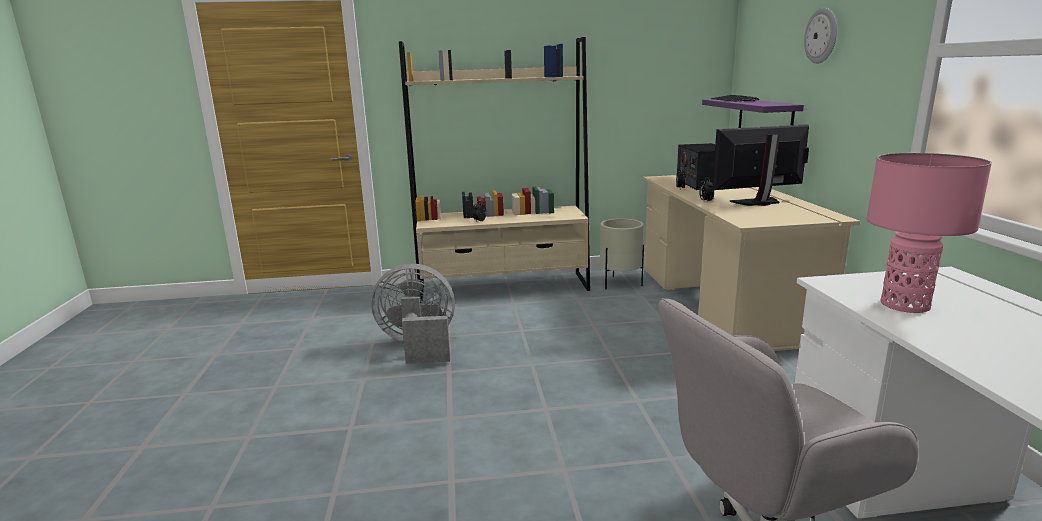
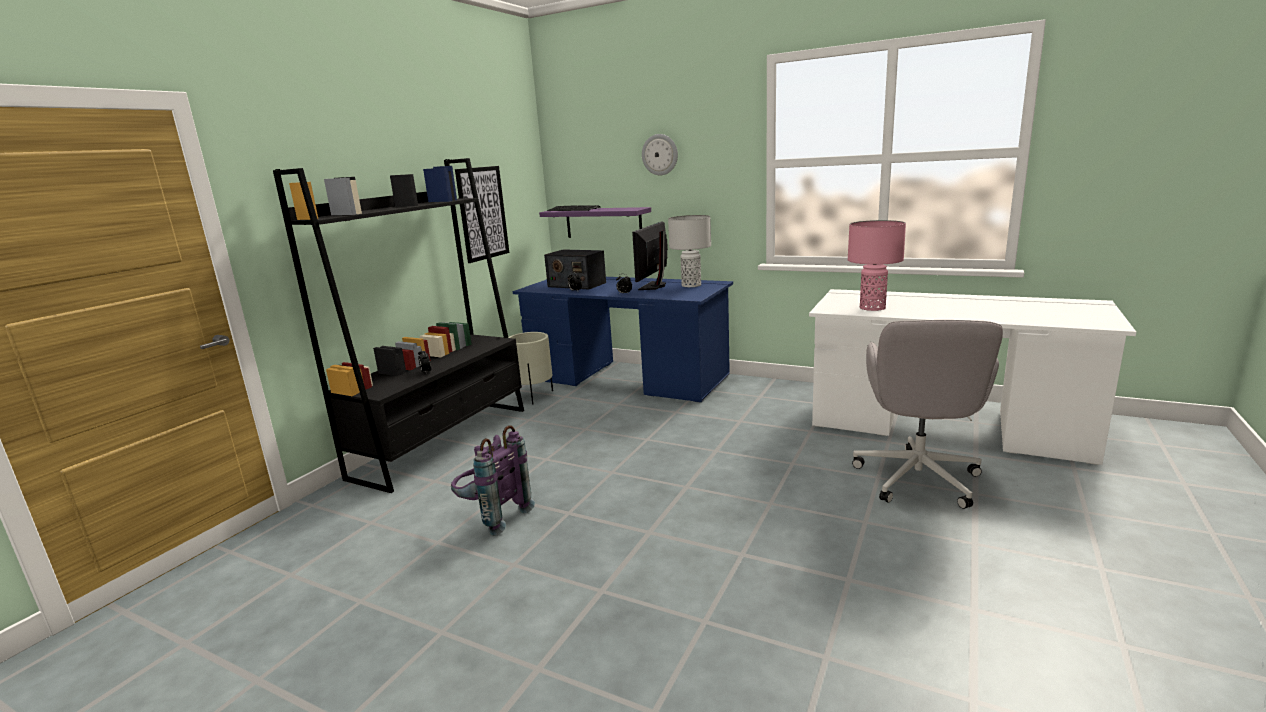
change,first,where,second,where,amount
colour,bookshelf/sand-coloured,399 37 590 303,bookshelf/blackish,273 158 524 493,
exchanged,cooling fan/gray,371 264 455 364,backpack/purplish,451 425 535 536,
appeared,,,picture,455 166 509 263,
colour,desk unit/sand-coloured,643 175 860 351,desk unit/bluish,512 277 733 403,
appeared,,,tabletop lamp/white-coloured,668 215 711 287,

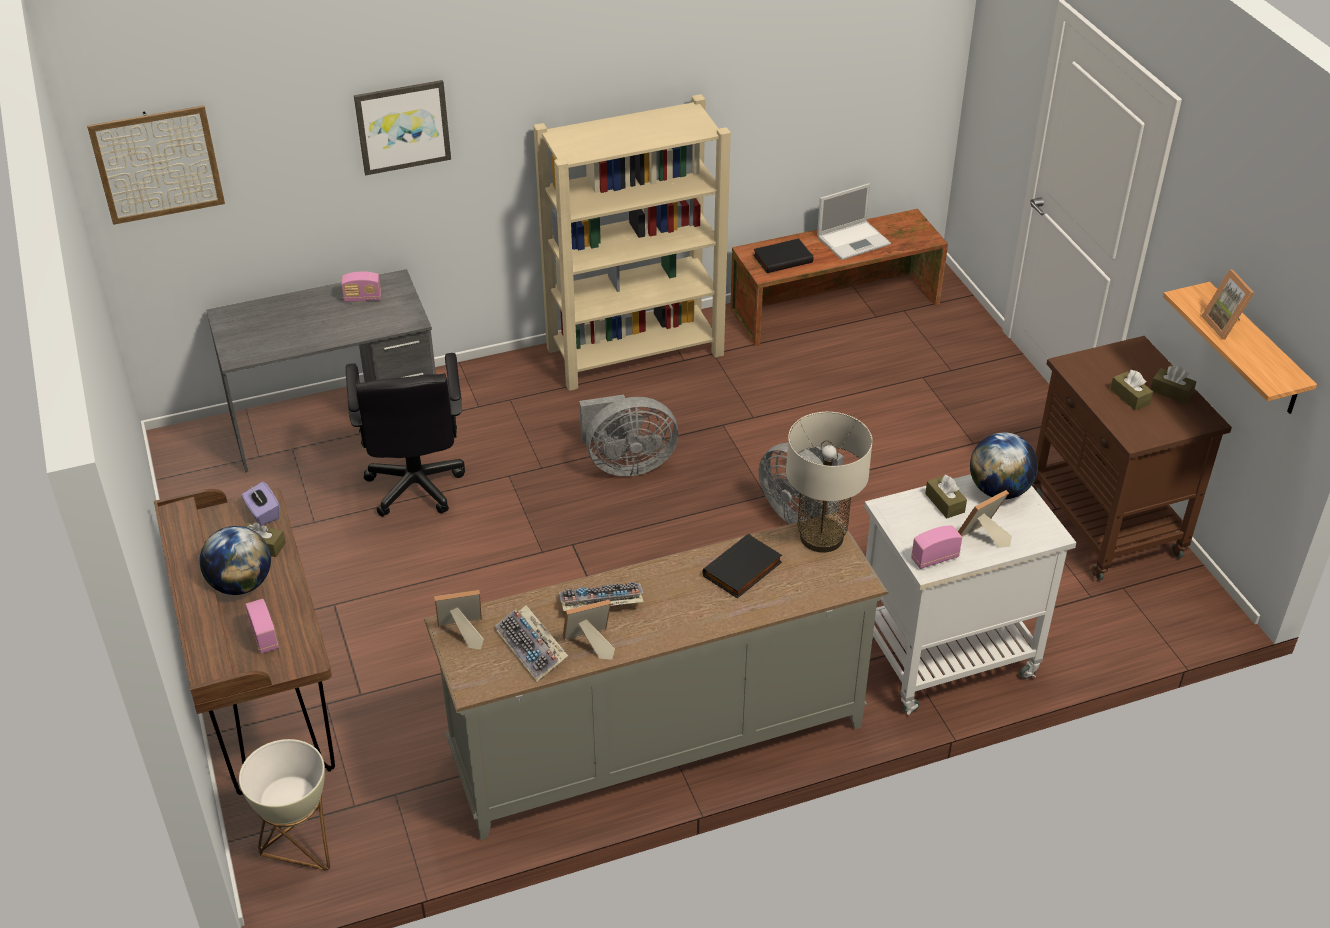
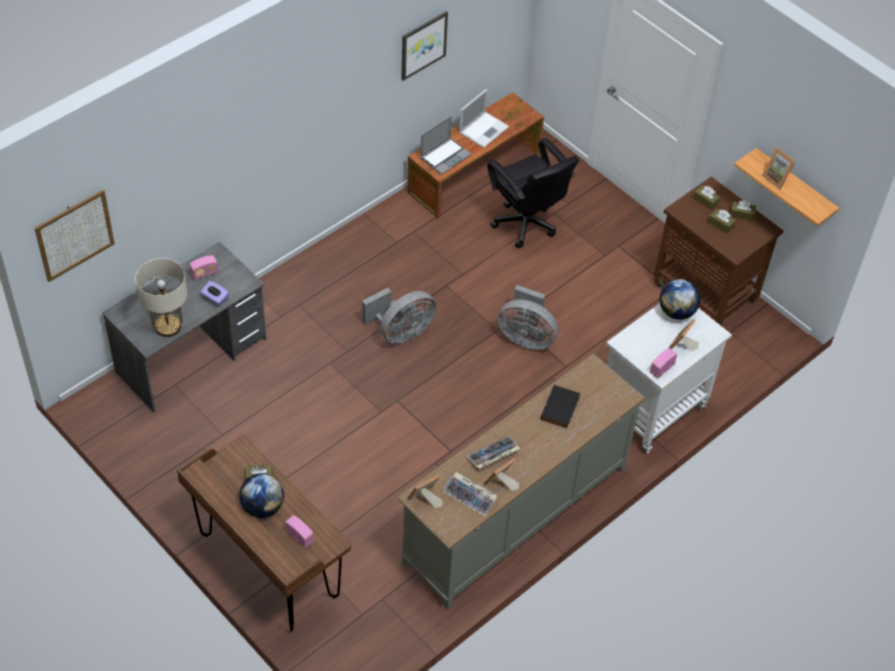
change,first,where,second,where,amount
relocated,tabletop lamp,786 412 873 553,,135 258 187 337,
relocated,tissue box/purplish,242 482 280 526,,201 281 229 307,
relocated,picture,354 80 451 175,,401 11 448 81,
exchanged,volume/blackish,753 238 813 273,notebook computer,420 116 471 175,
relocated,office chair/blackish,345 353 465 517,,487 138 579 248,
relocated,tissue box/brown,925 475 967 518,,693 186 720 210,
missing,plant pot,239 739 330 870,,,
missing,bookshelf/sand-coloured,533 94 731 391,,,

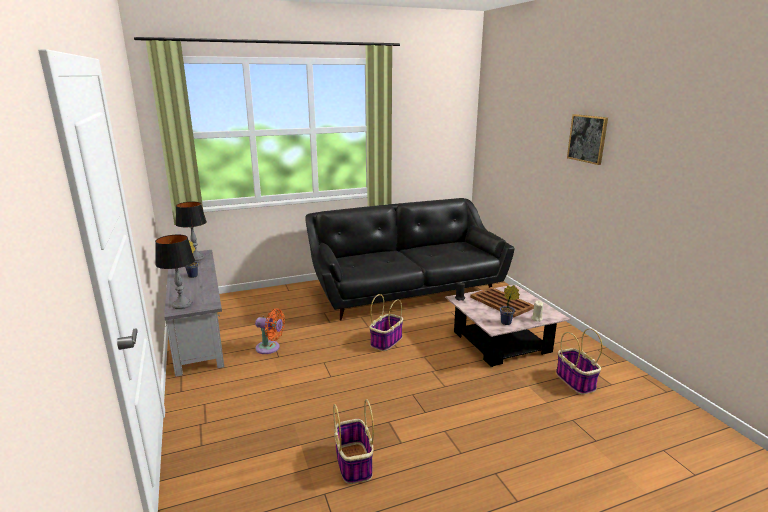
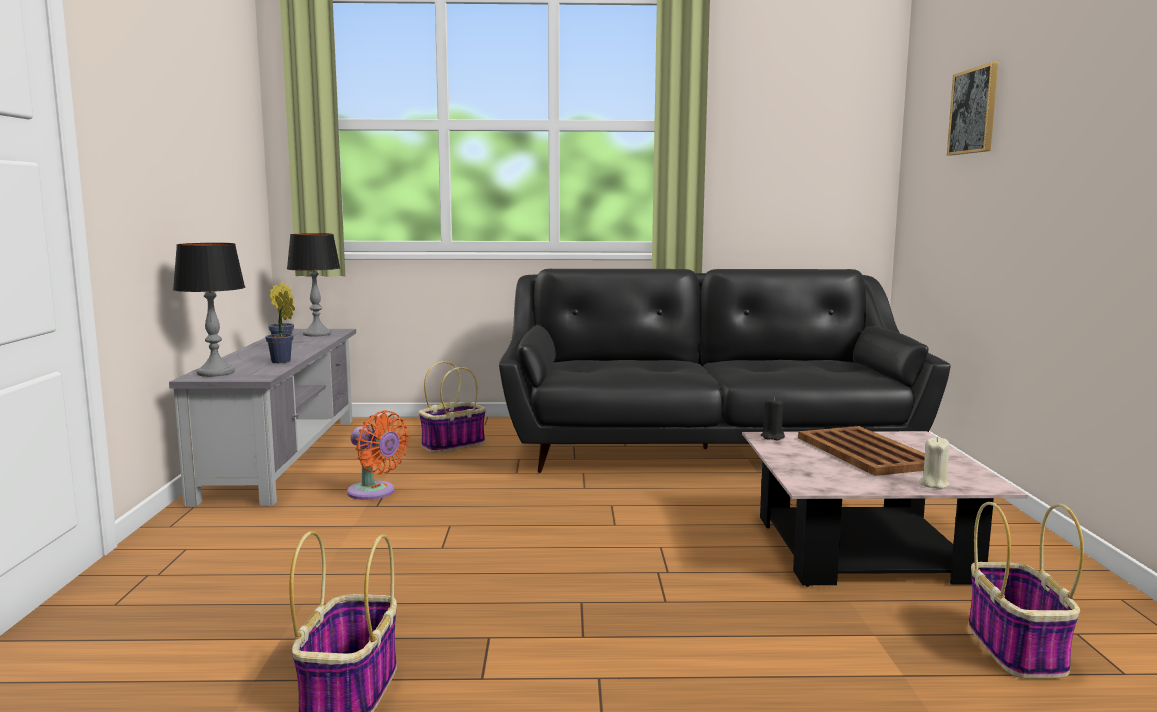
change,first,where,second,where,amount
relocated,plant in a pot,500 285 520 325,,265 290 295 363,
relocated,basket,369 294 403 351,,419 361 486 453,
relocated,picture,567 114 608 165,,947 62 999 155,

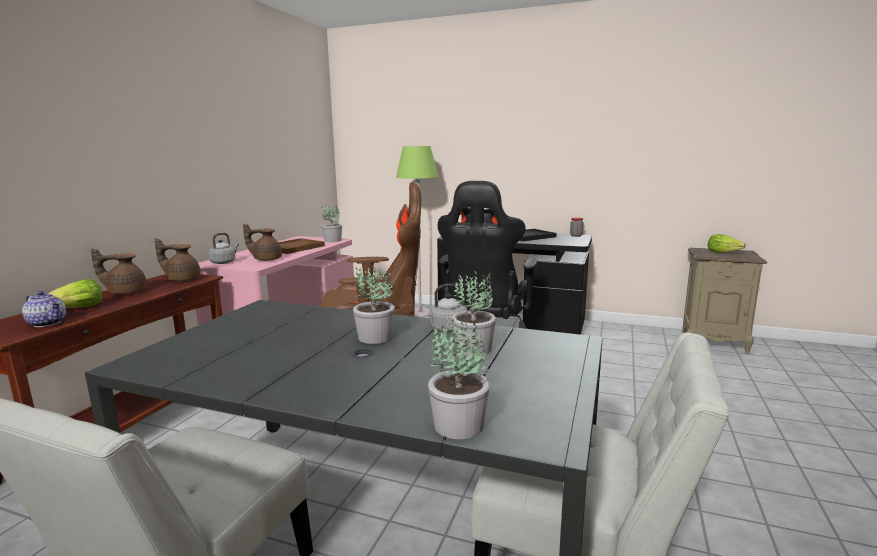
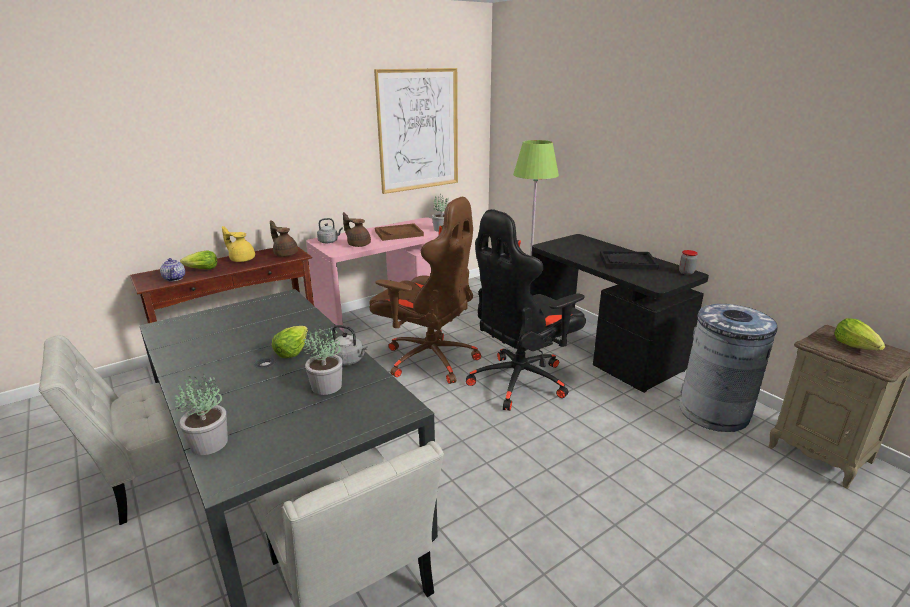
change,first,where,second,where,amount
colour,teapot/brown,91 248 147 294,teapot/yellow-coloured,222 226 255 262,
exchanged,plant in a pot,353 266 395 344,lettuce head,272 326 308 358,
appeared,,,picture,374 68 458 194,
appeared,,,rubbish bin/gray,679 304 777 432,

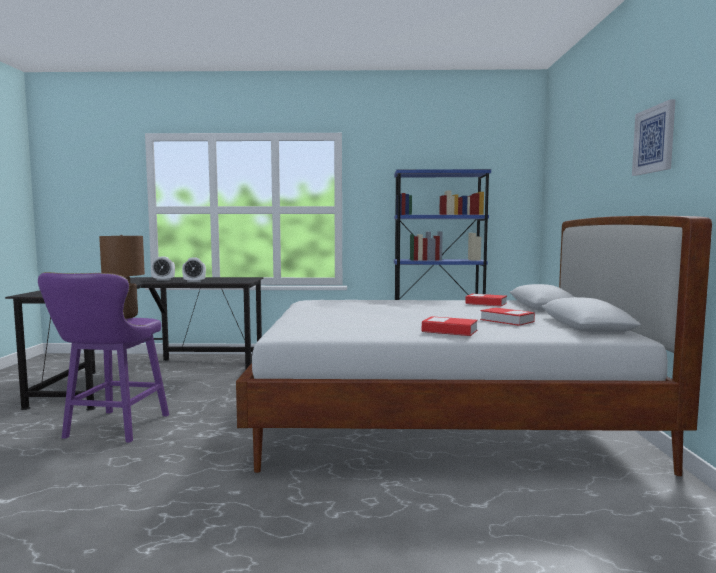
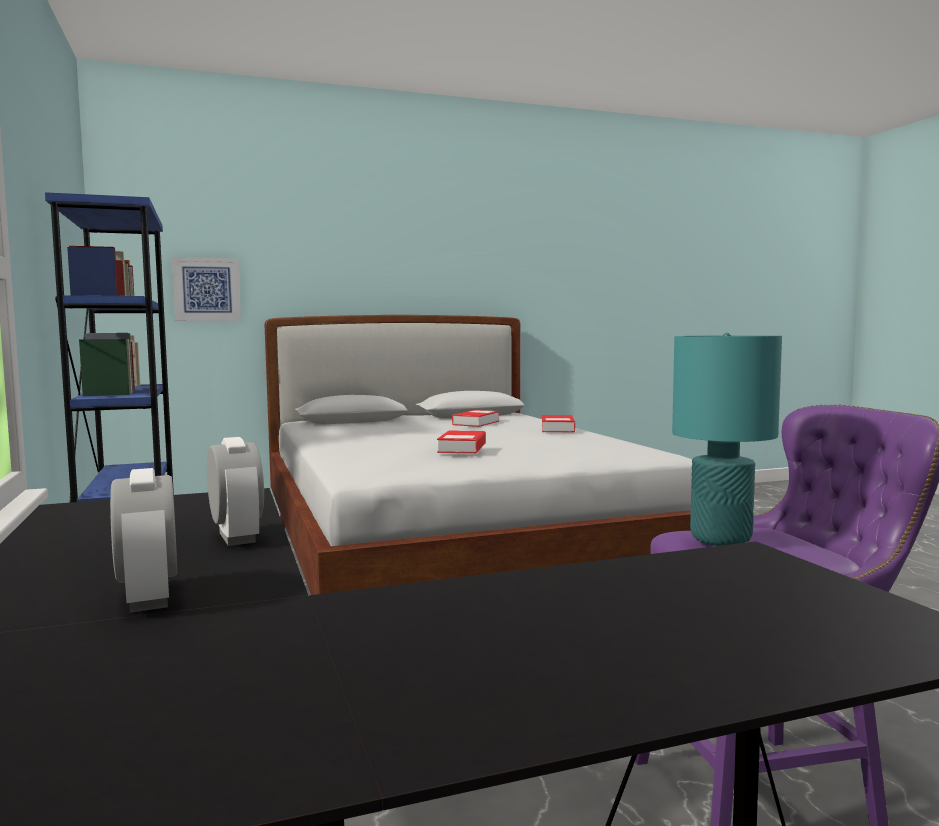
change,first,where,second,where,amount
relocated,picture,632 99 676 176,,172 257 241 321,
relocated,volume,465 294 507 306,,437 431 486 454,
colour,tabletop lamp/brown,99 235 145 319,tabletop lamp/turquoise,672 333 782 546,

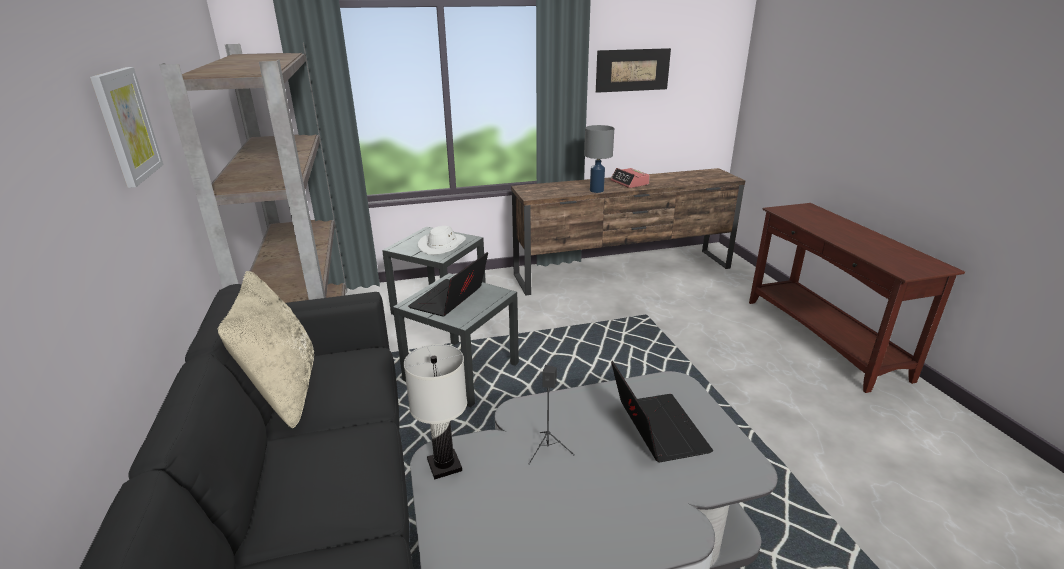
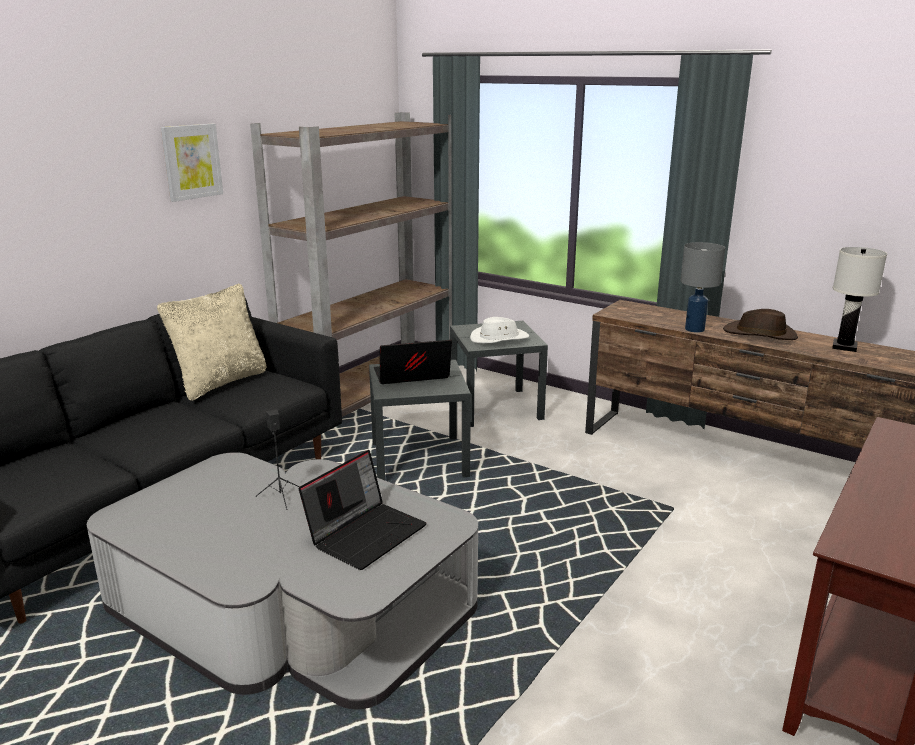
change,first,where,second,where,amount
exchanged,alarm clock,610 168 650 188,clothing hat/brown,723 309 798 340,
relocated,tabletop lamp/white-coloured,404 344 467 480,,832 247 887 352,
missing,picture,596 48 671 93,,,

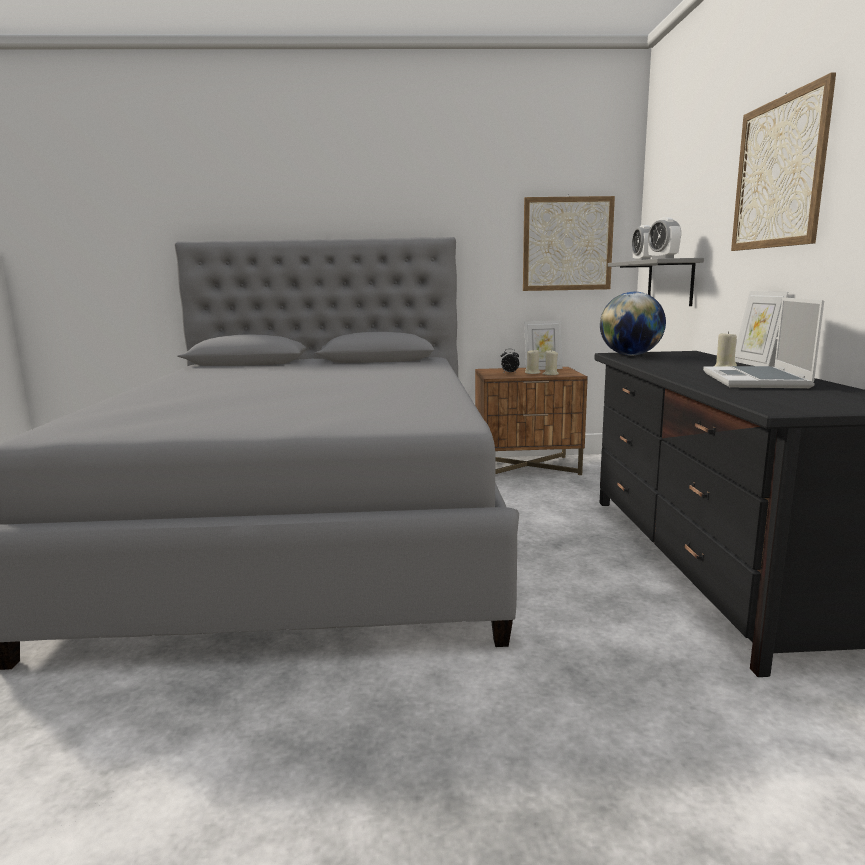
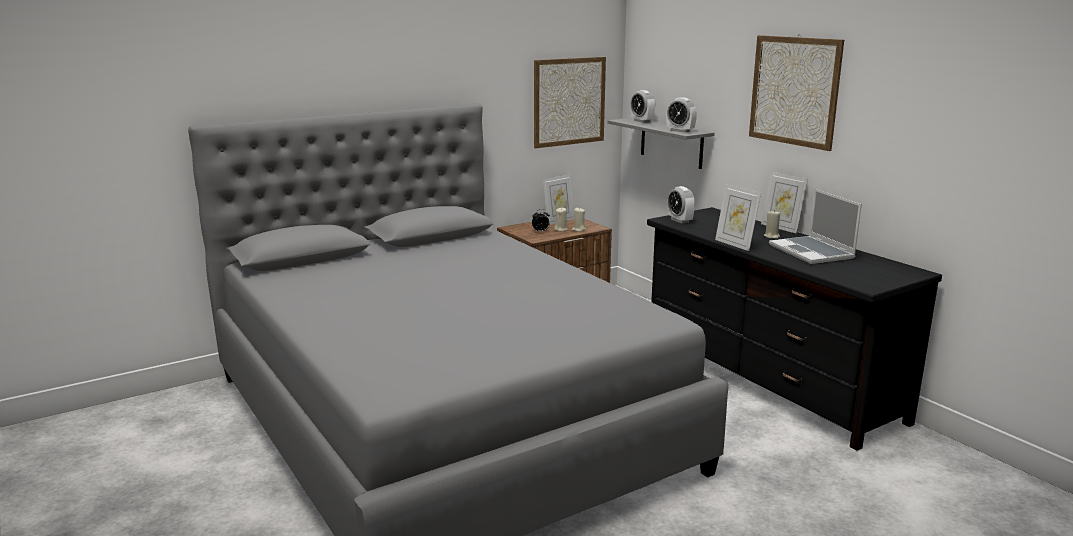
change,first,where,second,where,amount
exchanged,desk globe,600 292 666 356,alarm clock,667 186 695 224,
appeared,,,picture frame,715 184 761 251,

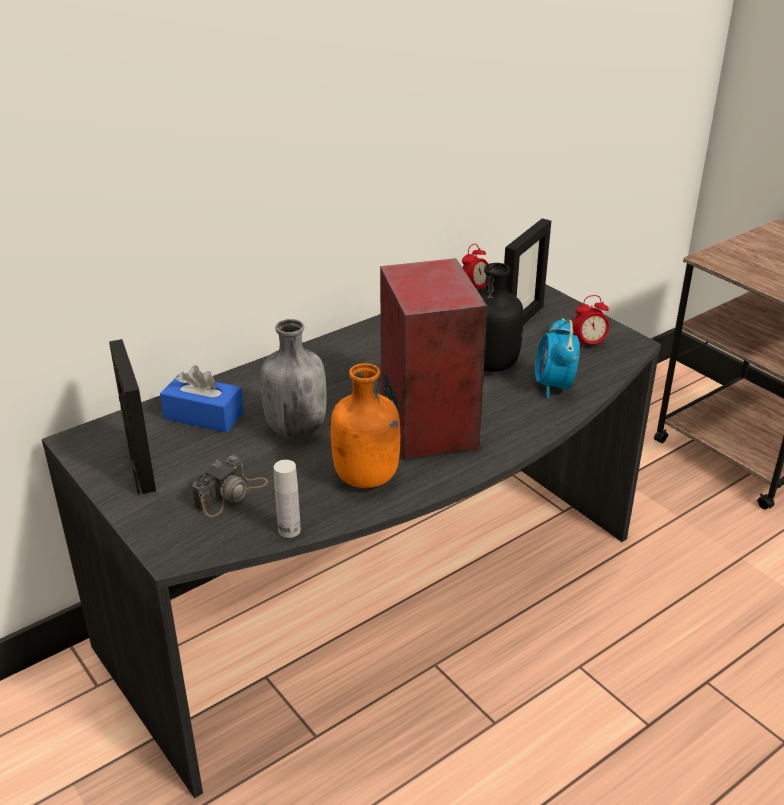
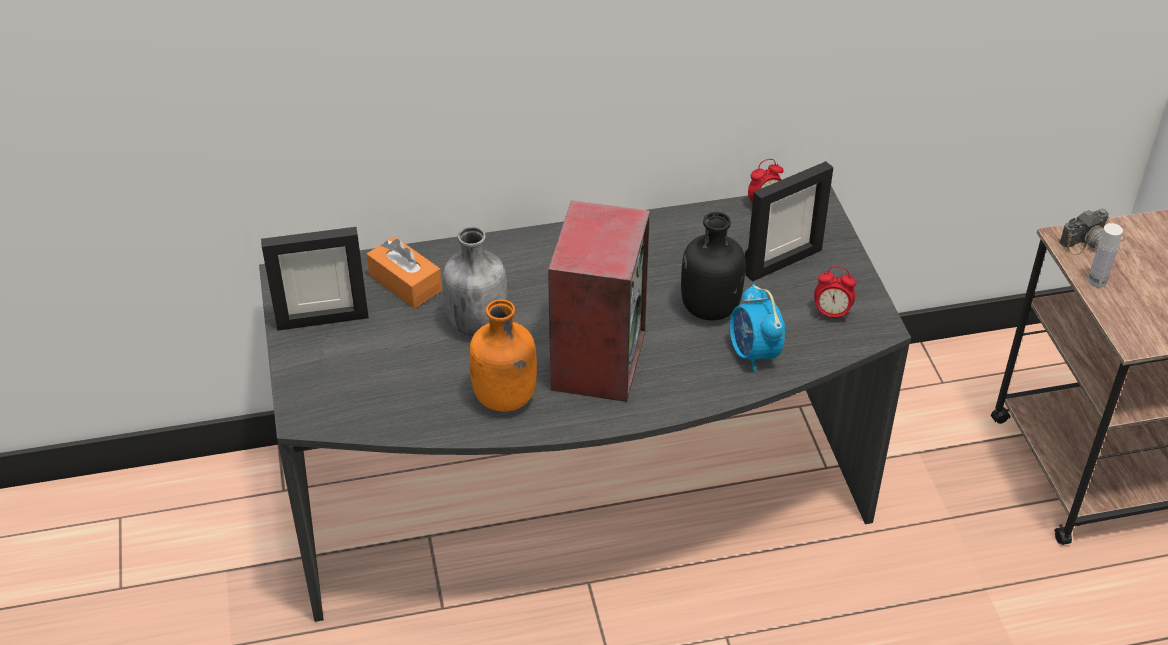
change,first,where,second,where,amount
spun,picture frame,109 339 156 495,,261 227 369 330,75 degrees clockwise
colour,tissue box/bluish,160 365 244 433,tissue box/orangey,367 236 442 309,
spun,alarm clock,535 318 580 398,,730 284 785 373,45 degrees counterclockwise
relocated,still camera,192 455 268 517,,1059 208 1126 255,
relocated,bottle/white-coloured,274 460 301 538,,1088 223 1123 288,

